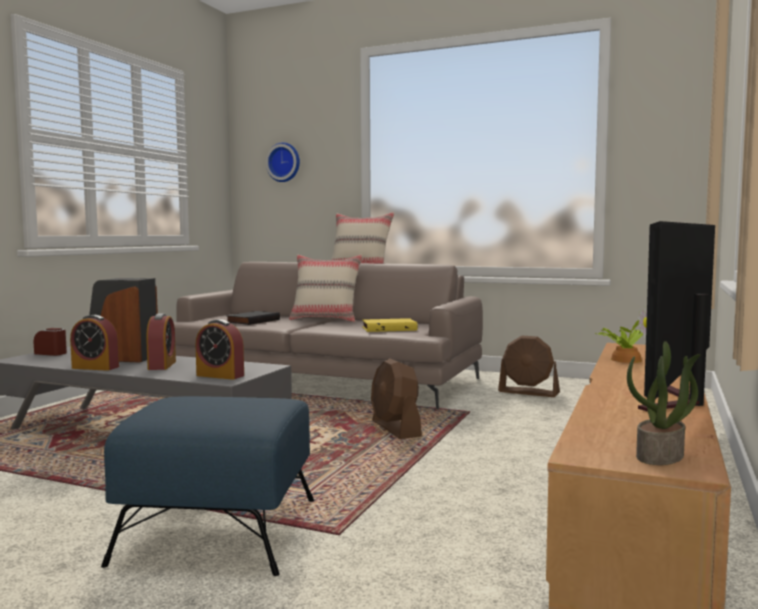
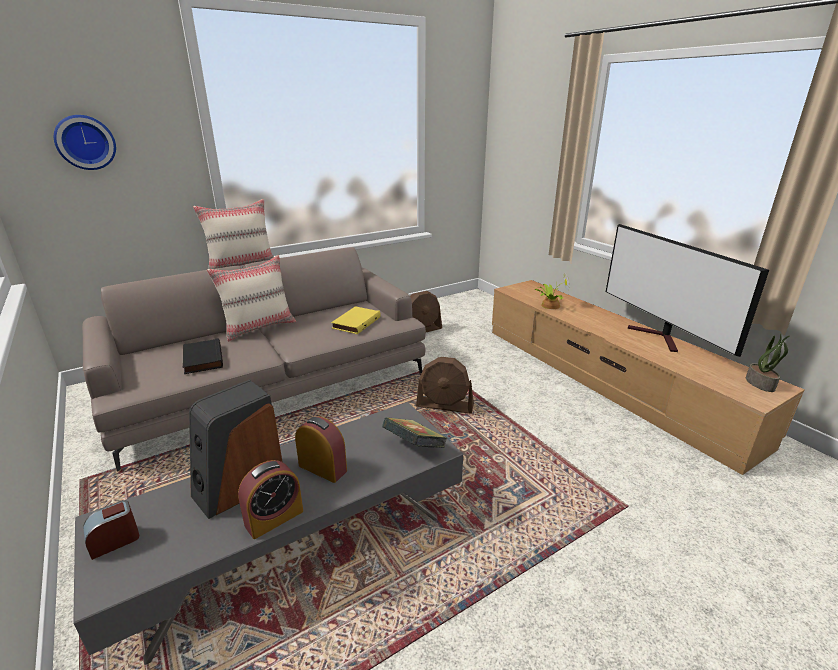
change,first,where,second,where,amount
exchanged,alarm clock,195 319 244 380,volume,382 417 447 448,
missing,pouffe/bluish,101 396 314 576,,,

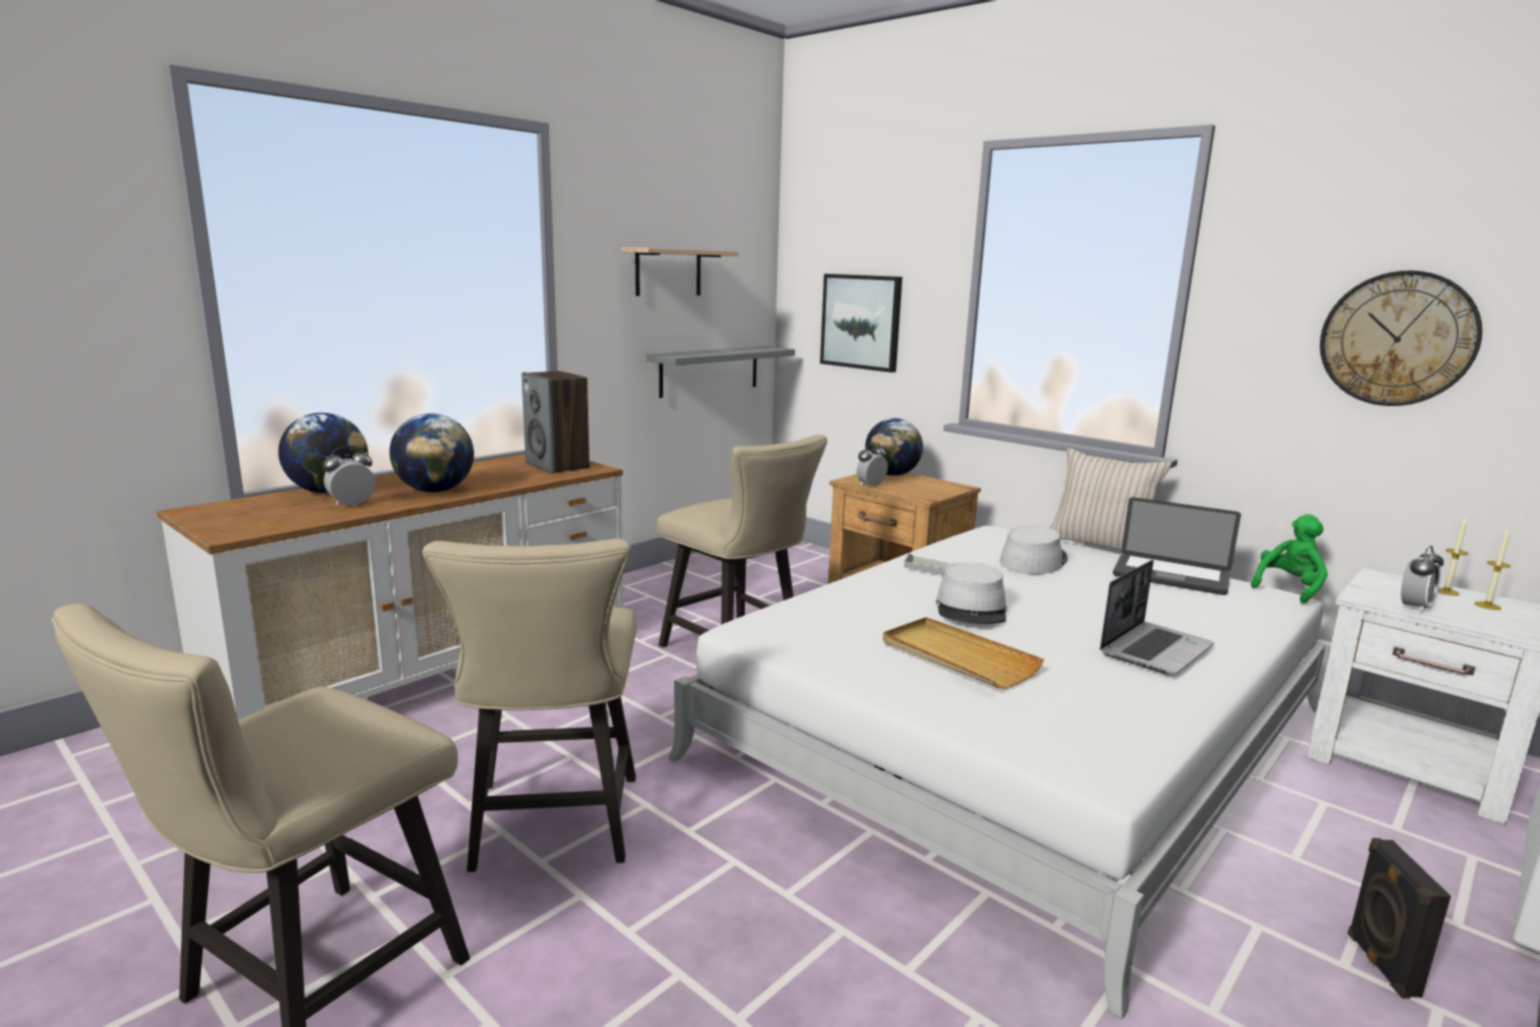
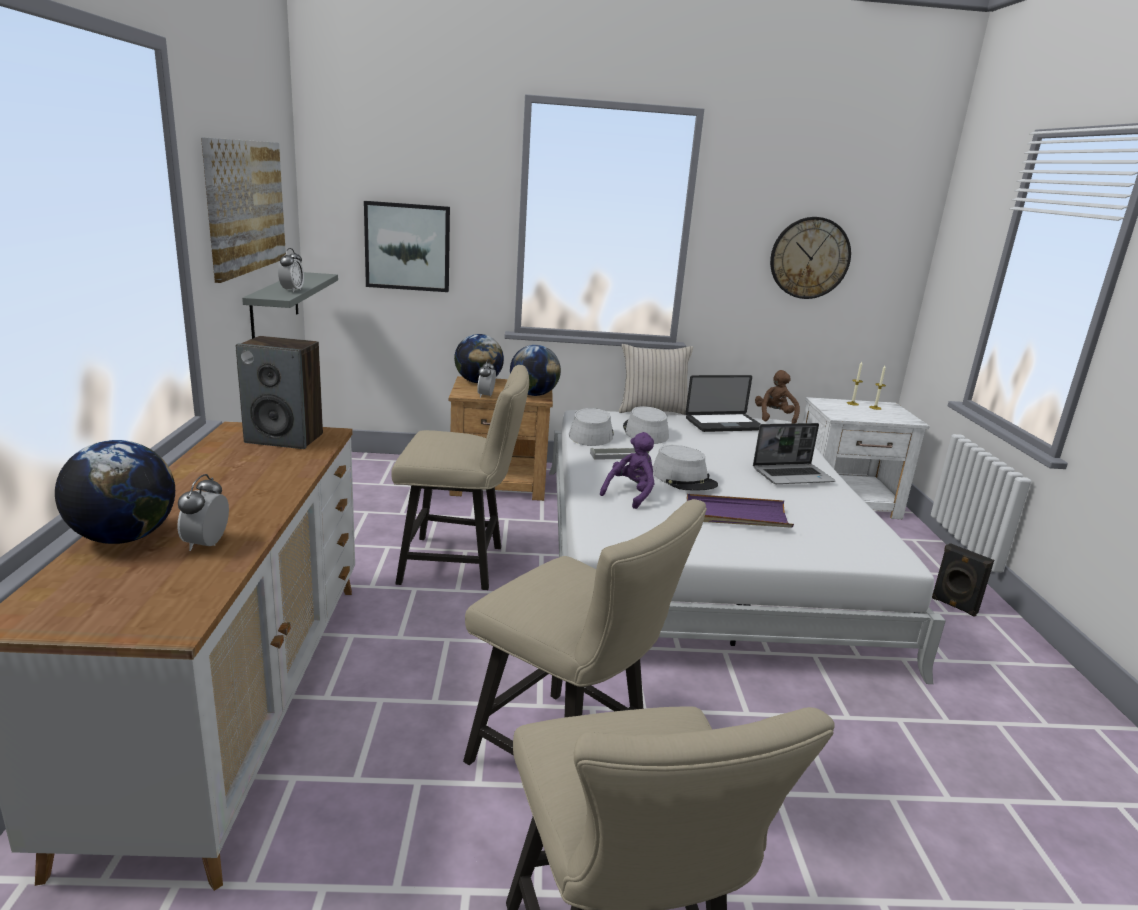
change,first,where,second,where,amount
exchanged,bracket shelf,621 247 738 296,picture,201 137 286 283,
relocated,alarm clock,1401 546 1444 614,,278 248 304 293,
relocated,desk globe,389 413 474 493,,510 345 561 396,
appeared,,,clothing hat/gray,569 408 614 446,
appeared,,,cuddly toy/purplish,600 432 654 509,
colour,tray/sand-coloured,883 617 1044 689,tray/purplish,687 494 794 528,
spun,notebook computer,1100 560 1214 674,,753 423 835 484,75 degrees clockwise
colour,cuddly toy/green,1251 514 1328 604,cuddly toy/brown,755 370 800 423,

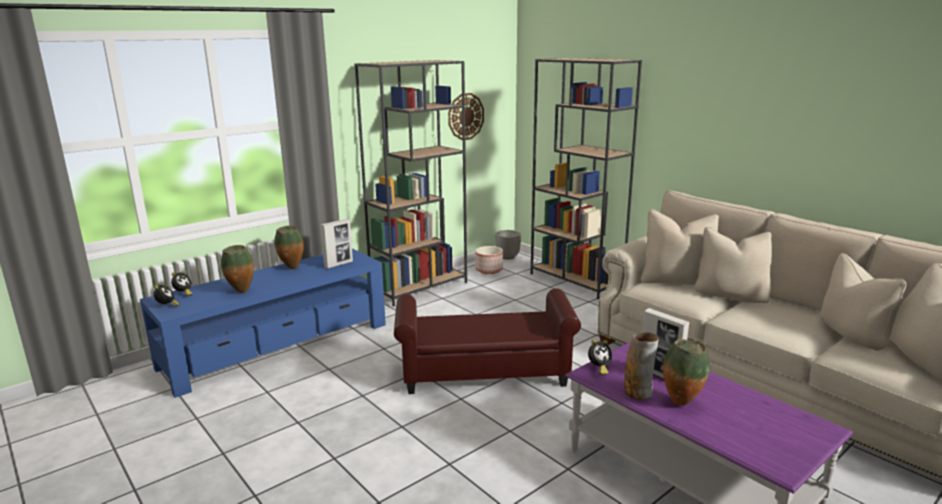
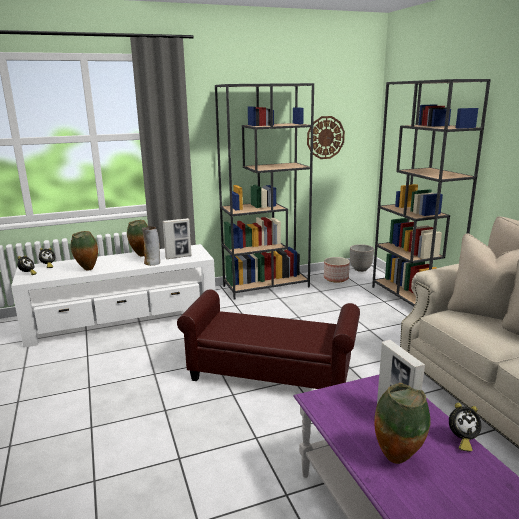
change,first,where,second,where,amount
colour,media console/bluish,140 248 386 398,media console/white-coloured,11 244 216 348,
relocated,decorative vase,624 332 659 400,,142 226 160 266,
relocated,alarm clock,588 339 612 375,,449 403 481 452,

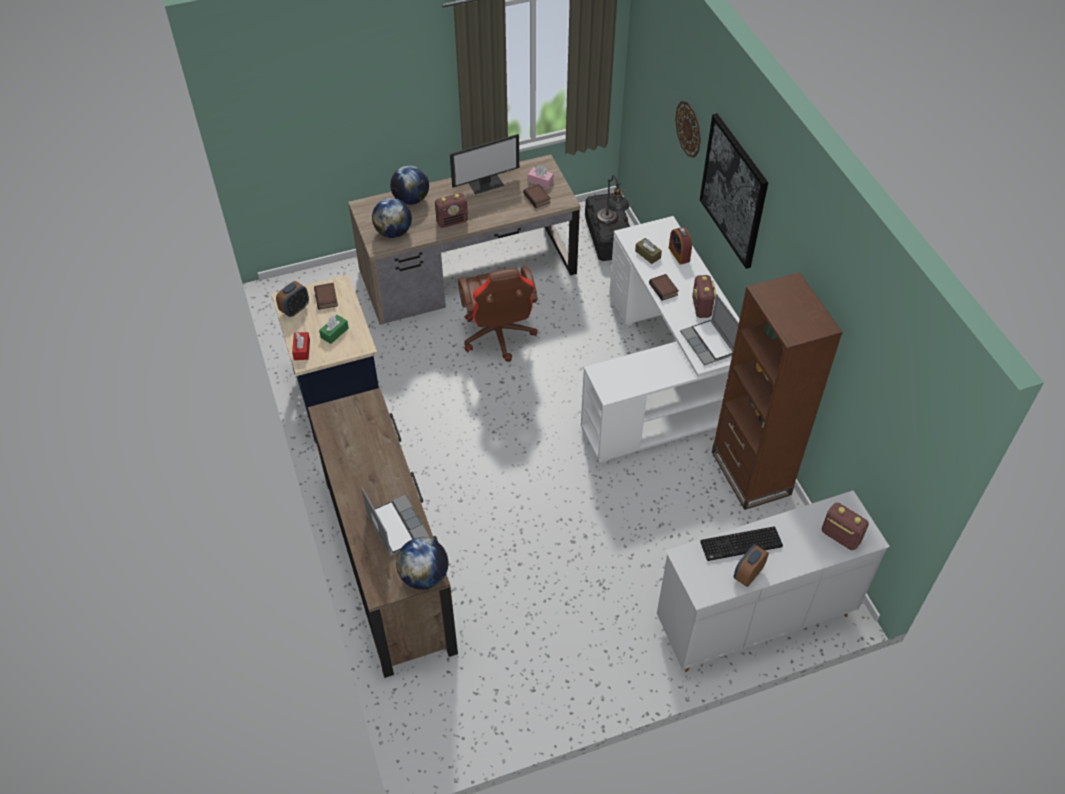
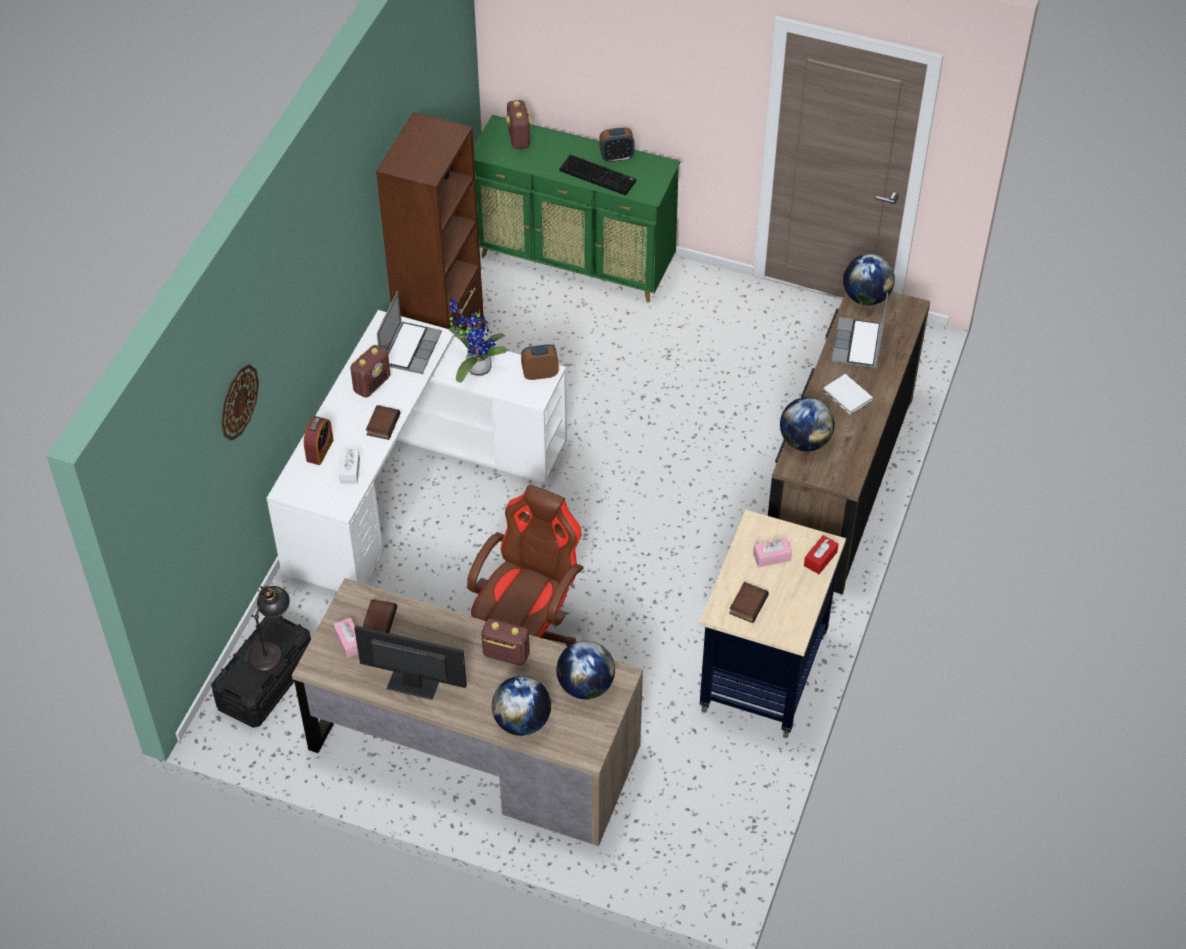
change,first,where,second,where,amount
colour,tissue box/brown,635 238 662 264,tissue box/white-coloured,339 450 360 484,
appeared,,,plant in a pot,449 298 507 383,
colour,storage cabinet/white-coloured,657 490 890 672,storage cabinet/green,474 115 681 302,
relocated,alarm clock,276 281 309 317,,521 344 559 380,
colour,tissue box/green,319 315 349 344,tissue box/pinkish,753 538 792 567,
appeared,,,desk globe,780 397 834 451,
appeared,,,volume/white-coloured,823 374 873 414,
missing,picture,700 113 768 269,,,

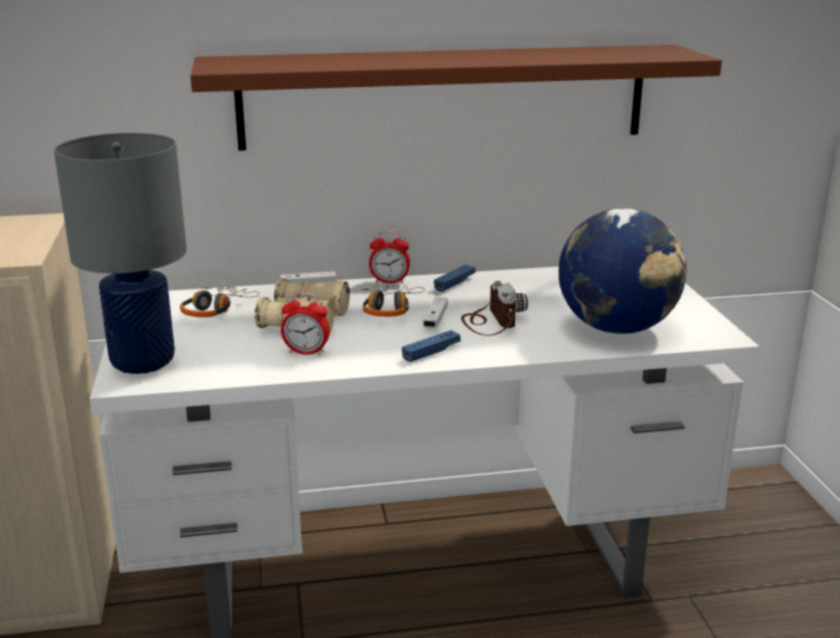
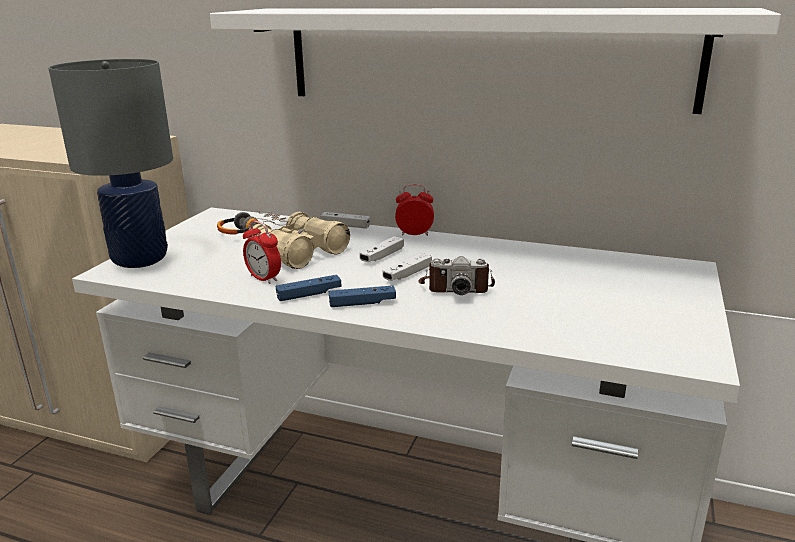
change,first,where,second,where,amount
colour,bracket shelf/brown,190 45 722 151,bracket shelf/white-coloured,210 8 781 114,
relocated,game controller/bluish,434 264 475 292,,276 275 341 301,
exchanged,headphones,361 285 425 317,game controller/white-coloured,359 236 404 262,
spun,alarm clock,369 230 410 284,,395 184 434 236,150 degrees clockwise
spun,still camera,461 281 528 336,,419 256 495 295,75 degrees clockwise
missing,desk globe,559 208 687 334,,,

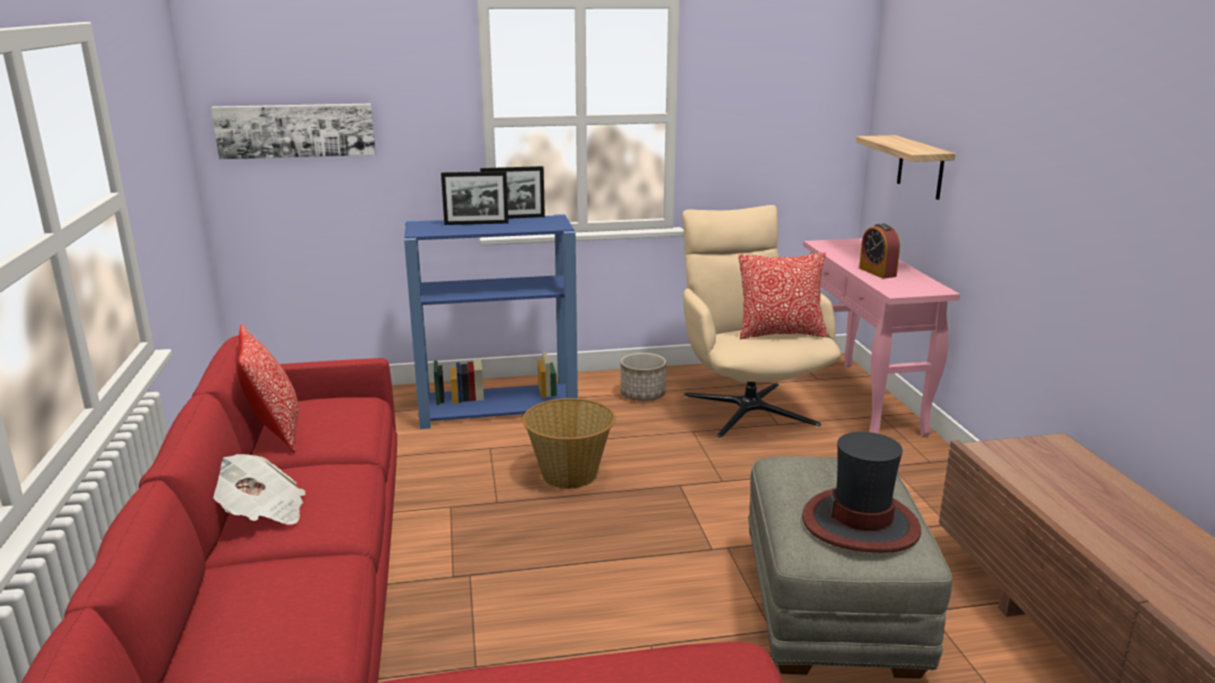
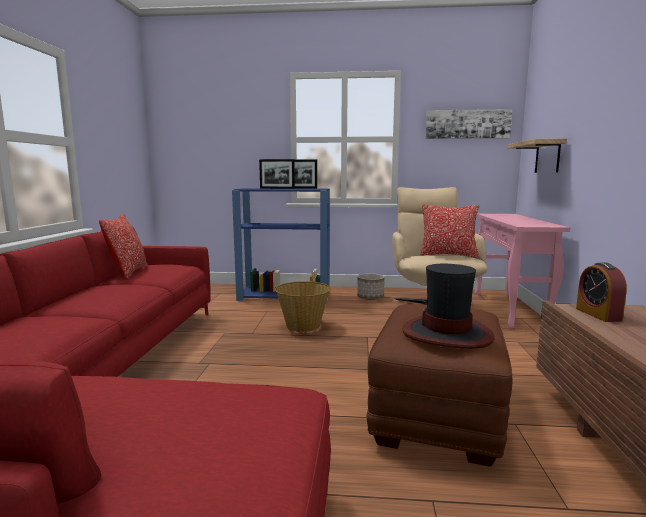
change,first,where,second,where,amount
colour,pouffe/gray,748 456 952 679,pouffe/brown,367 304 512 467,
relocated,picture,211 104 376 159,,426 109 512 139,
relocated,alarm clock,859 223 900 279,,576 262 627 322,
missing,daily paper,213 454 305 525,,,

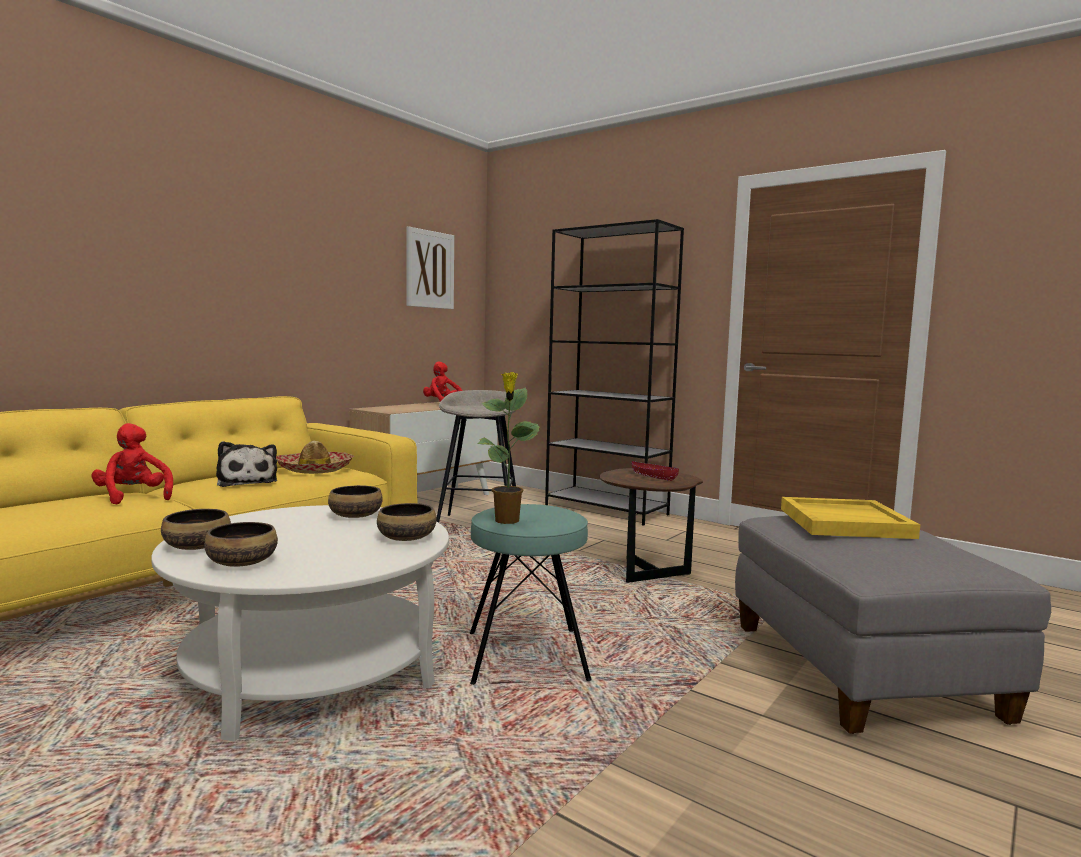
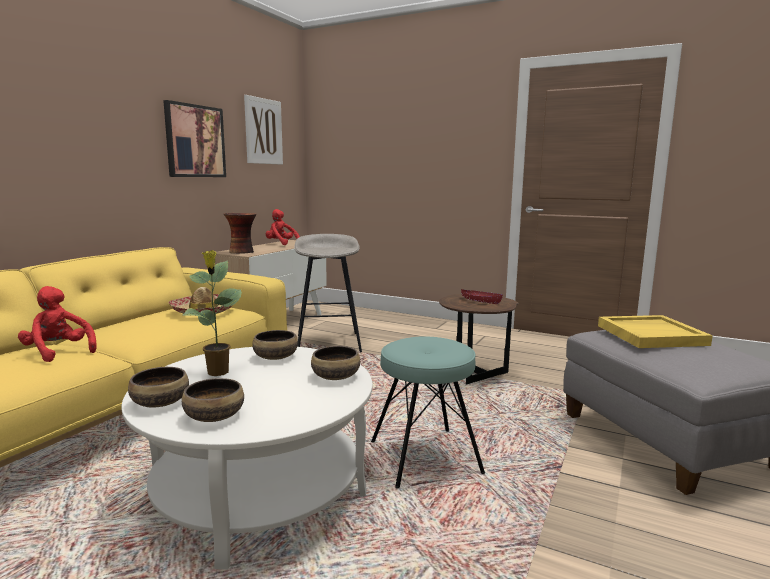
change,first,where,second,where,amount
appeared,,,picture,163 100 226 177,
relocated,plant in a pot,477 372 540 524,,183 250 242 376,
appeared,,,decorative vase,224 213 257 254,
missing,cuddly toy,216 441 277 487,,,
missing,bookshelf/gray,545 219 684 526,,,

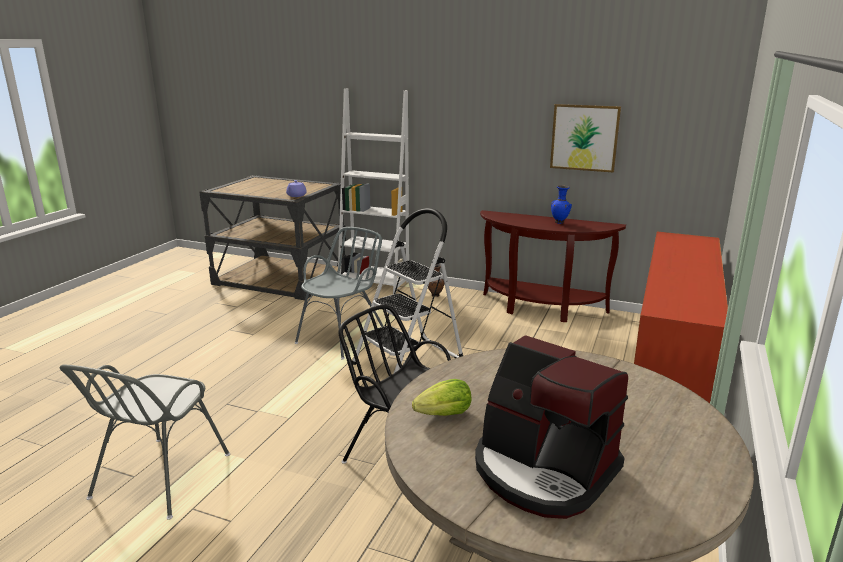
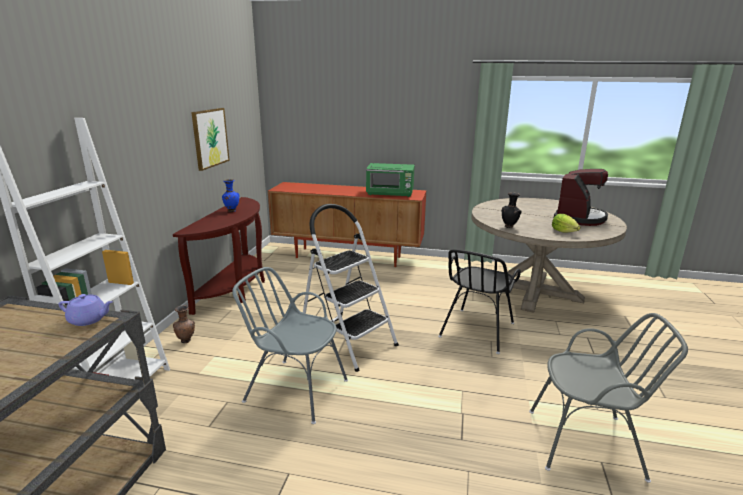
change,first,where,second,where,amount
appeared,,,microwave/green,366 163 415 197,
appeared,,,decorative vase/blackish,502 192 521 228,

